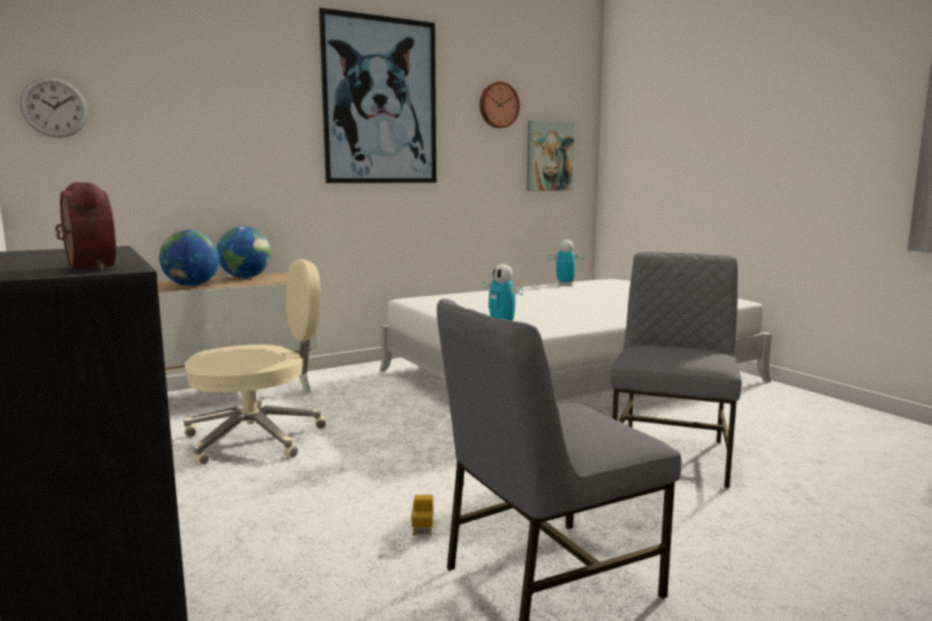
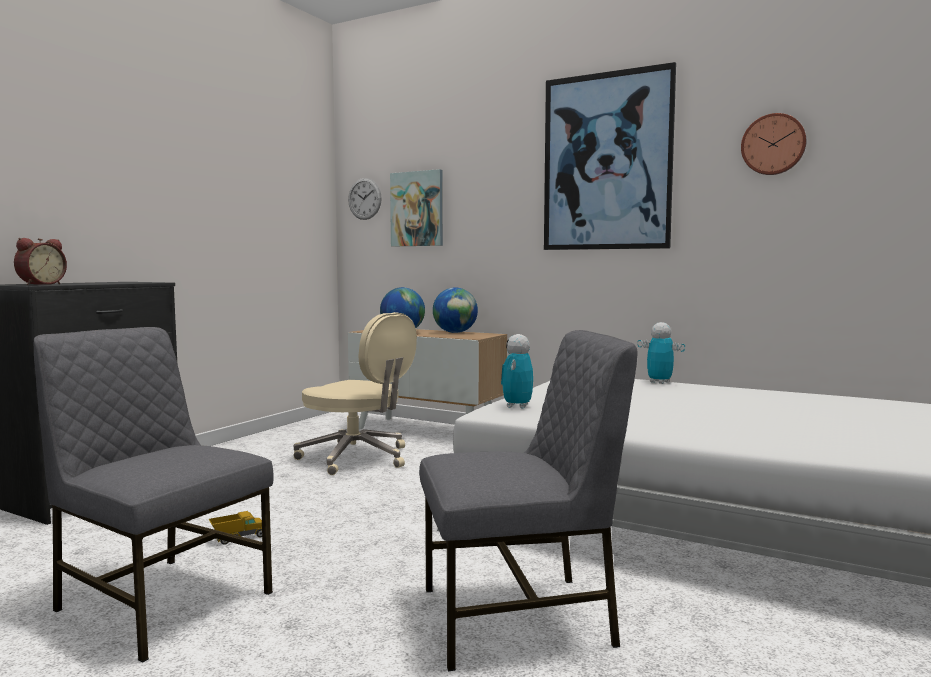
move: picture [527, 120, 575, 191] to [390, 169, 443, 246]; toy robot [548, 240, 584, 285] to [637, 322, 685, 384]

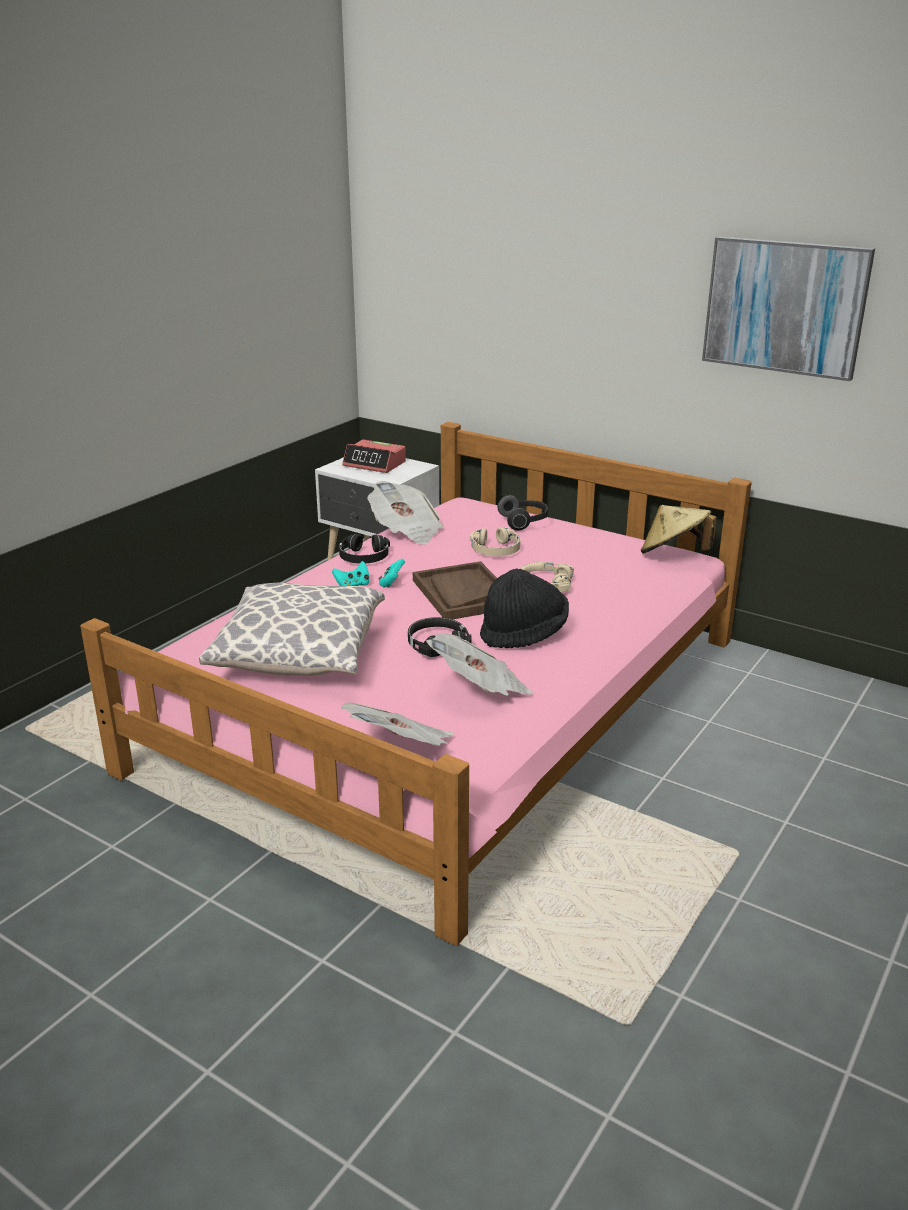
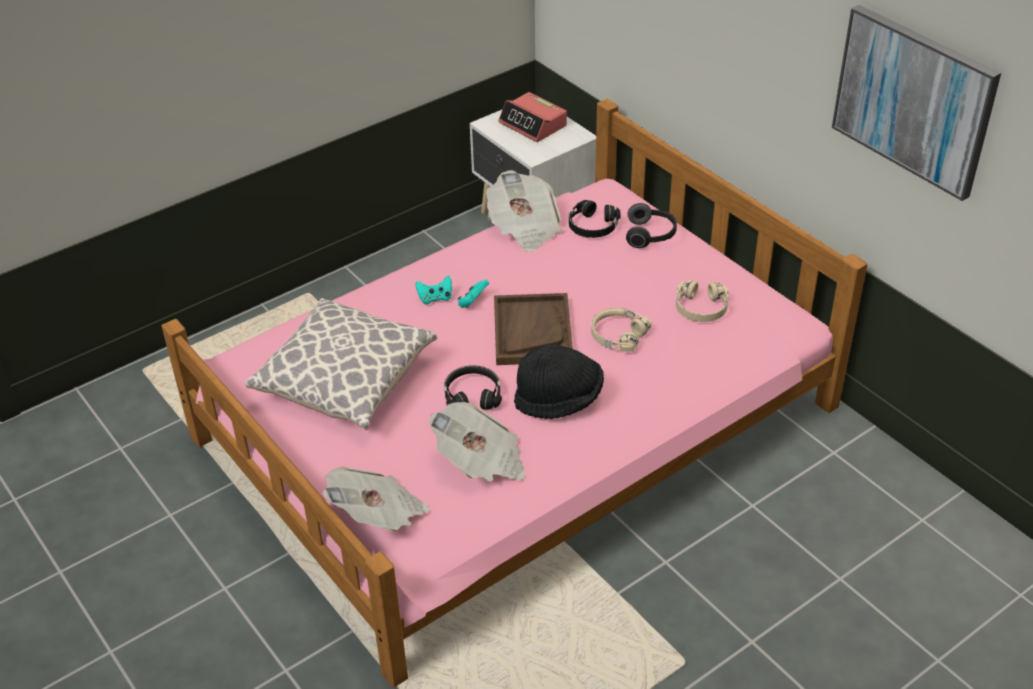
delete: hat (beige) [641, 505, 716, 554]
move: headphones (beige) [470, 527, 520, 556] to [676, 281, 728, 322]; headphones (black) [339, 534, 390, 564] to [569, 200, 621, 238]

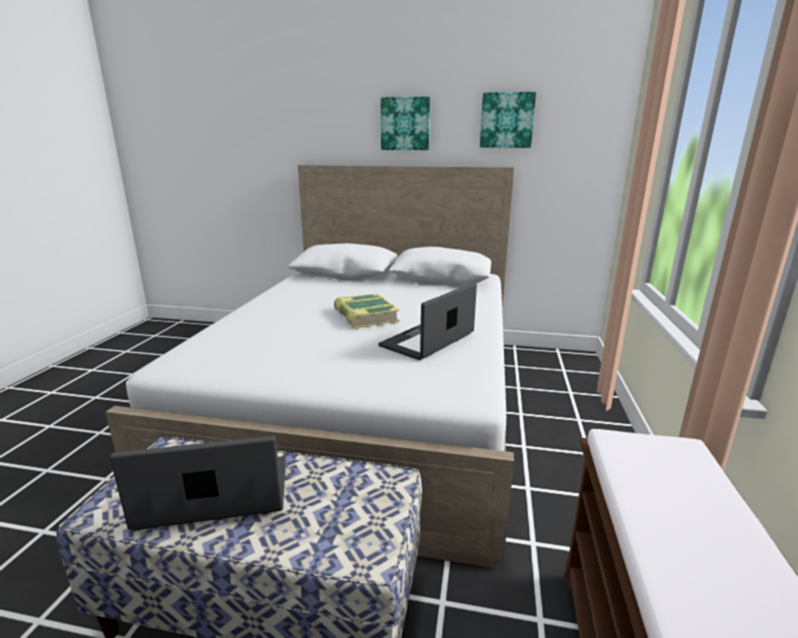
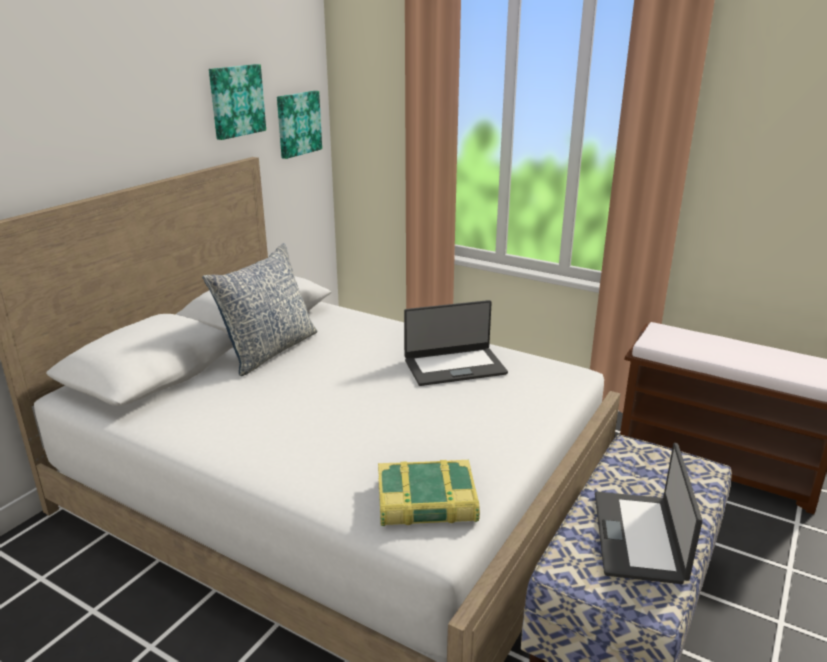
insert: pillow [202, 243, 317, 376]
move: picture [381, 97, 430, 150] to [277, 91, 322, 159]; book [334, 293, 399, 329] to [378, 460, 480, 526]
rotate: laptop [378, 283, 477, 360] = [404, 300, 508, 386] 75 degrees counterclockwise

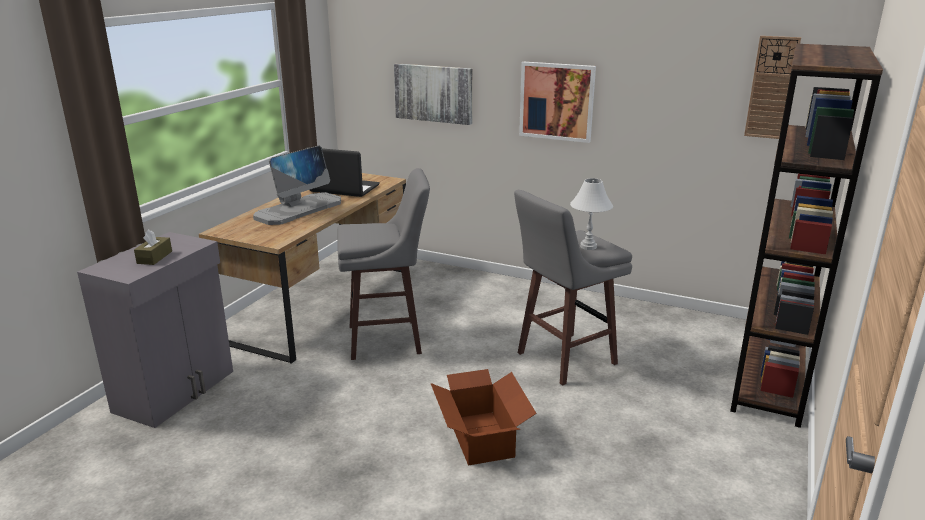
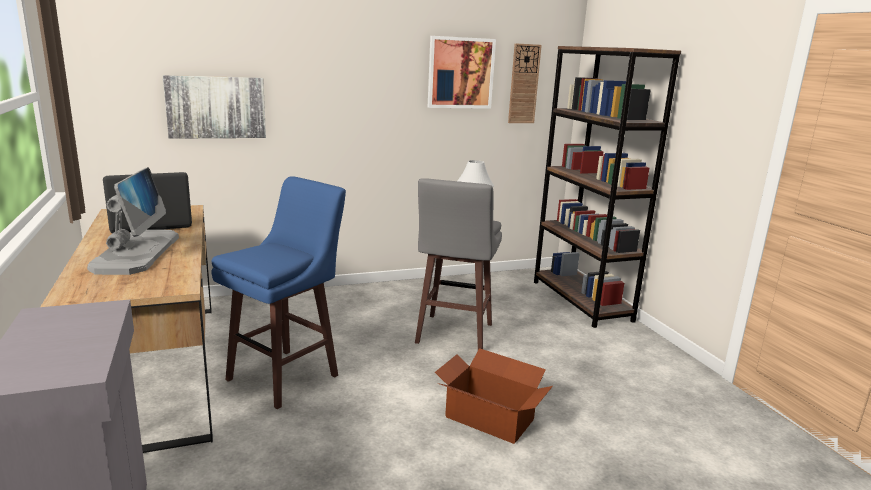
delete: tissue box (brown) [134, 229, 172, 265]
move: picture [519, 62, 596, 143] to [428, 36, 496, 109]
recolor: stool (grey) [337, 168, 430, 360] to stool (blue) [211, 176, 346, 409]

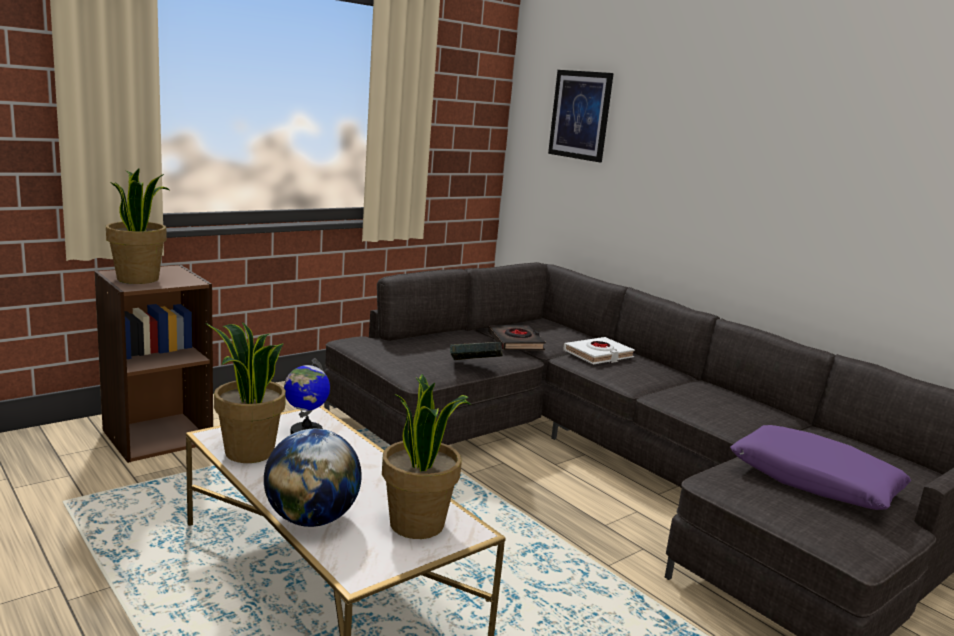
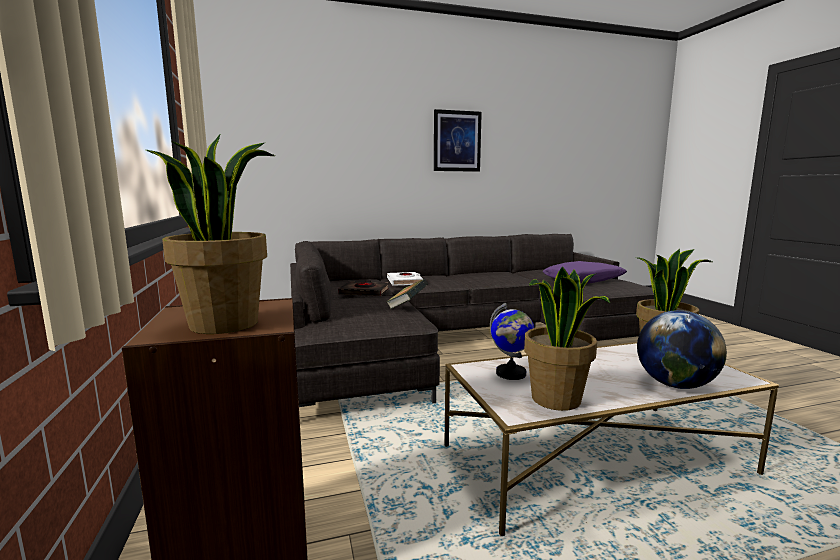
move: picture [548, 70, 614, 162] to [434, 109, 482, 172]

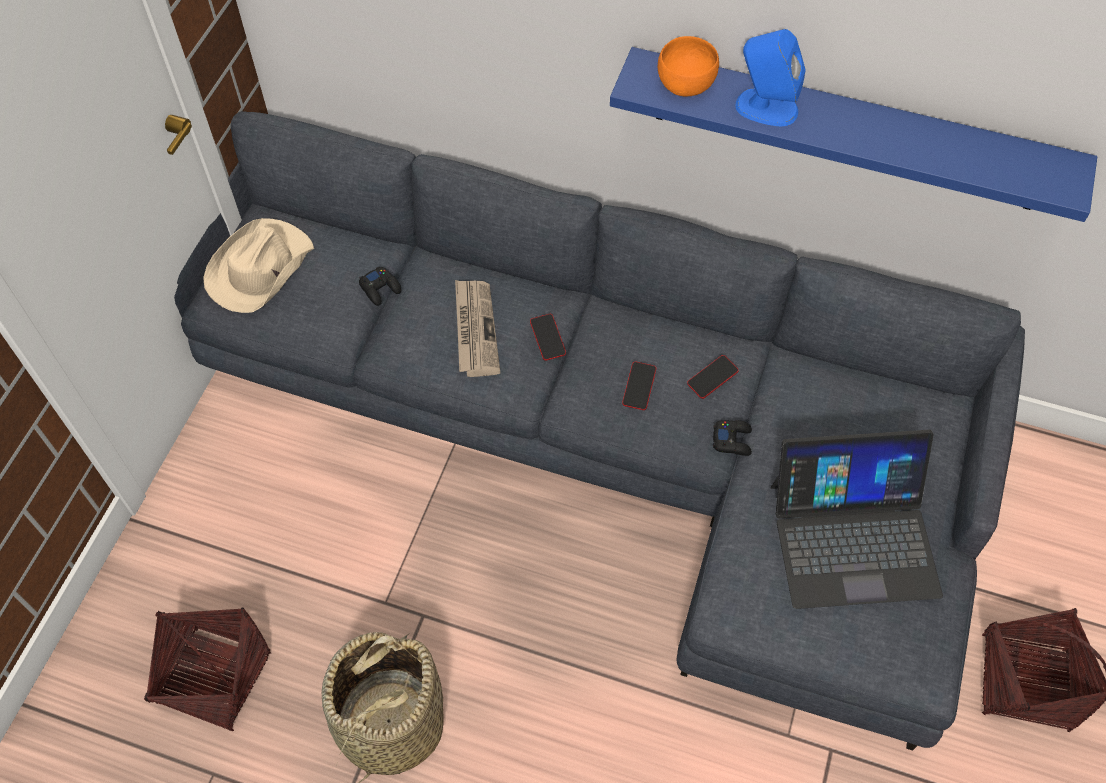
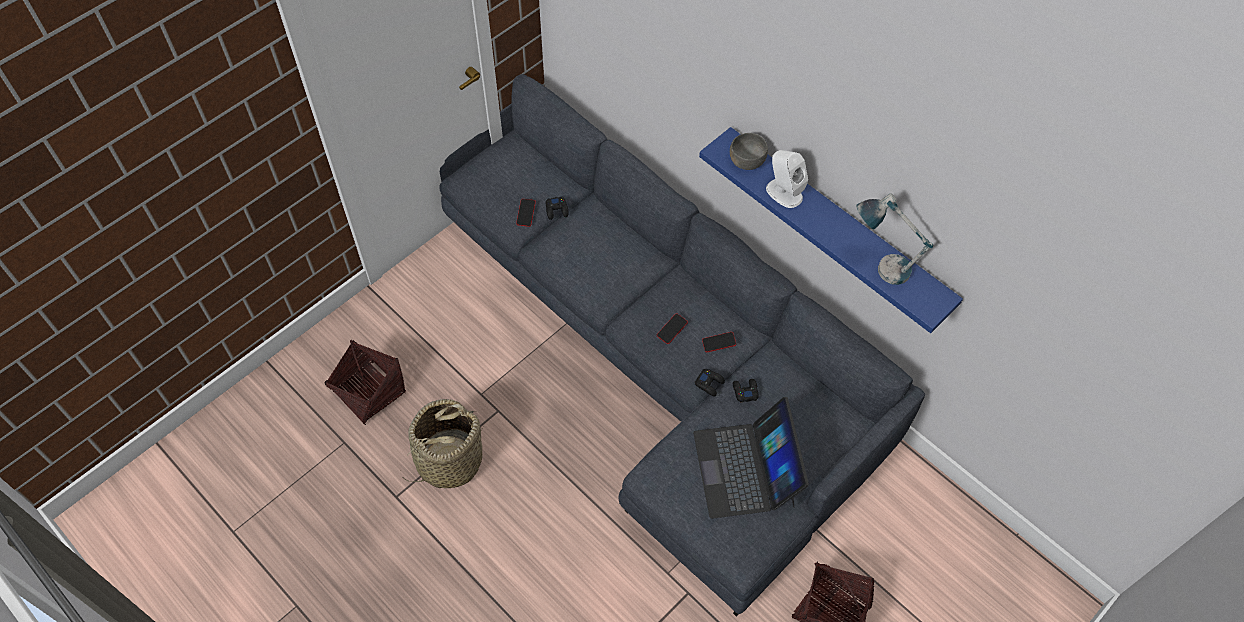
delete: hat (beige) [203, 218, 314, 313]; newspaper [455, 280, 500, 377]
insert: table lamp [856, 193, 933, 285]; game controller (black) [733, 379, 758, 402]
move: phone [530, 314, 566, 361] to [516, 199, 536, 227]
recolor: speaker (blue) [736, 29, 806, 126] to speaker (white) [766, 150, 808, 208]; bowl (orange) [658, 36, 719, 96] to bowl (grey) [730, 133, 768, 170]
rotate: laptop [771, 430, 943, 609] = [693, 397, 809, 519] 60 degrees clockwise

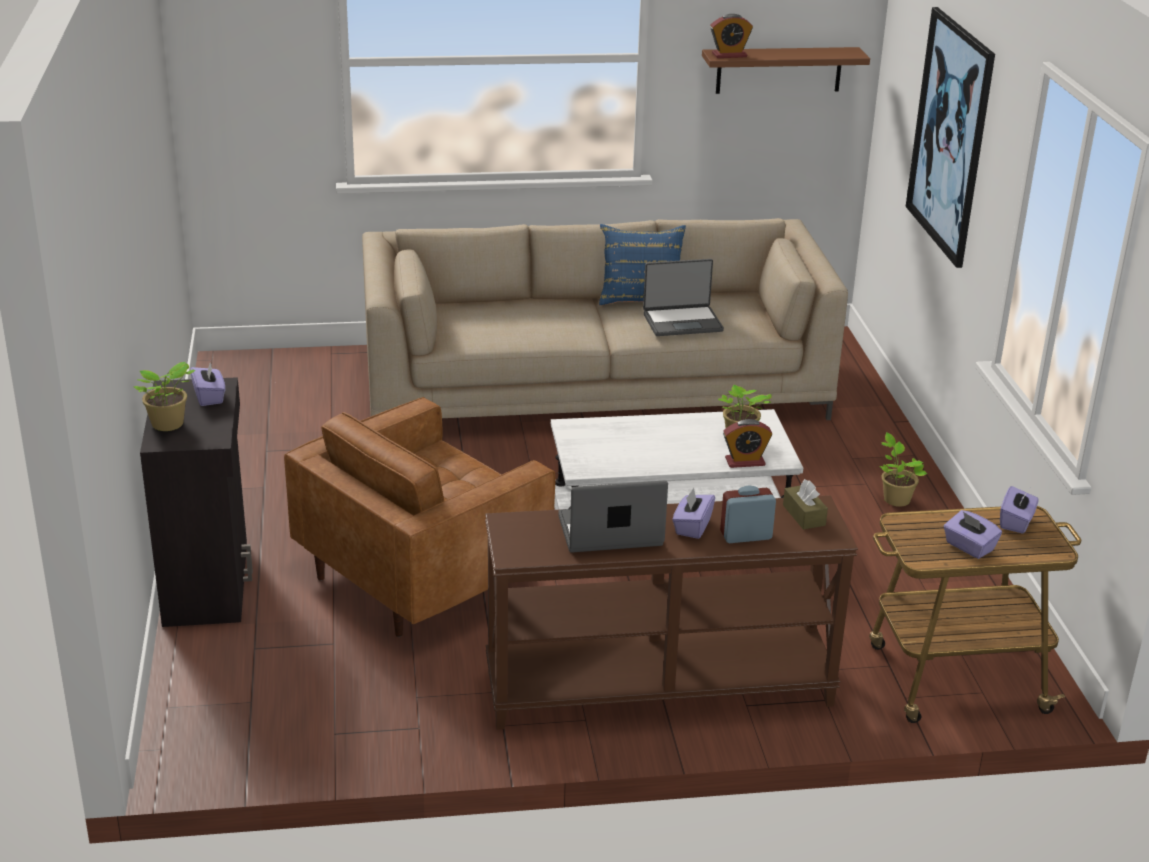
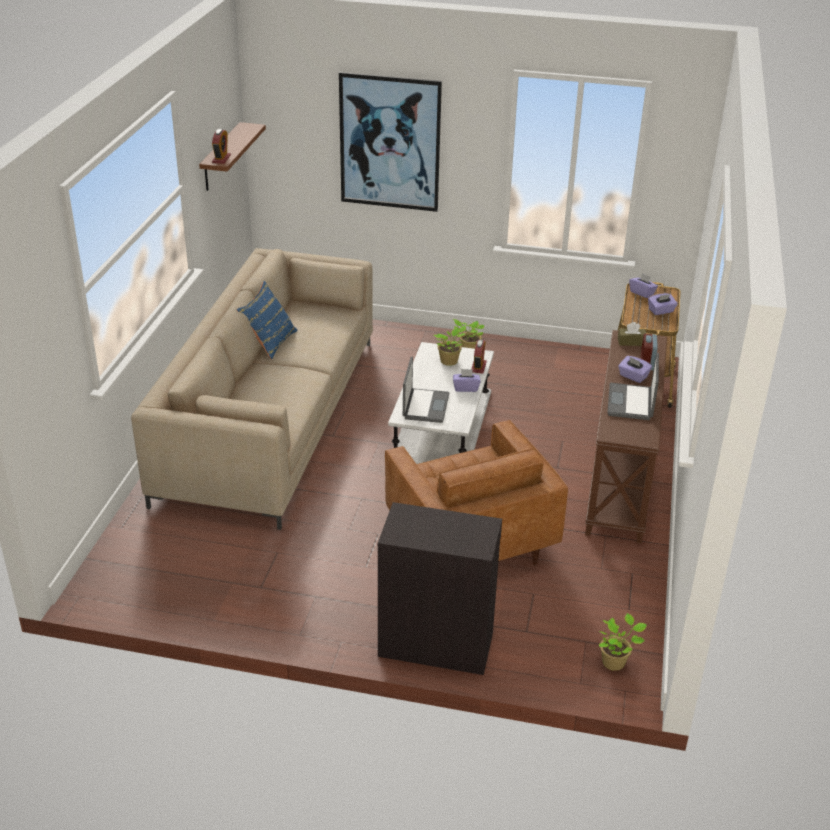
move: laptop [643, 259, 724, 336] to [403, 357, 449, 423]; tissue box (purple) [190, 361, 225, 406] to [453, 369, 481, 392]; potted plant [133, 362, 196, 431] to [599, 613, 647, 671]

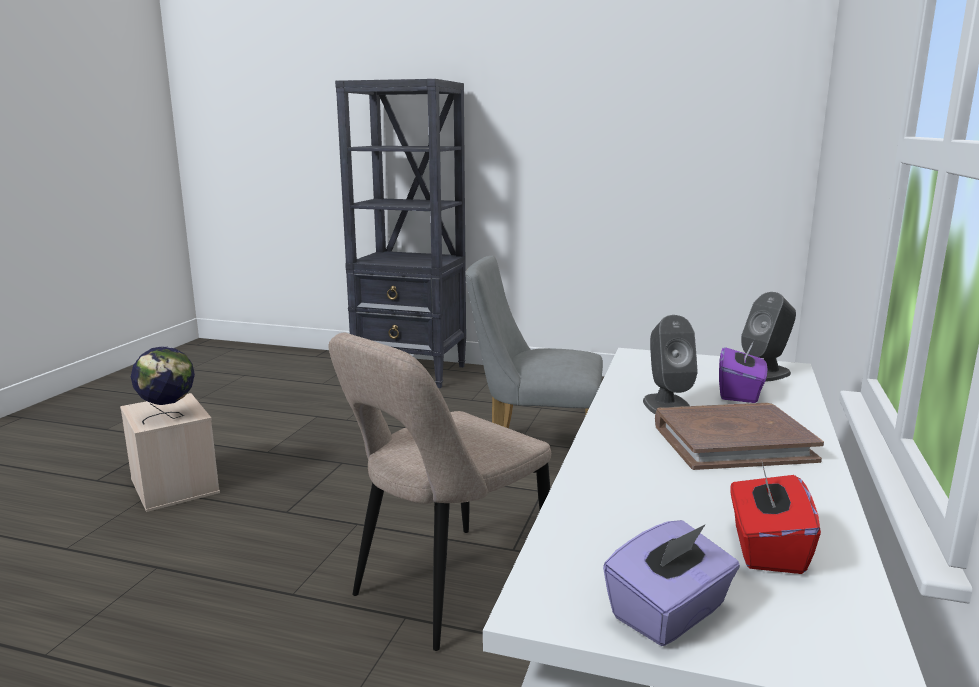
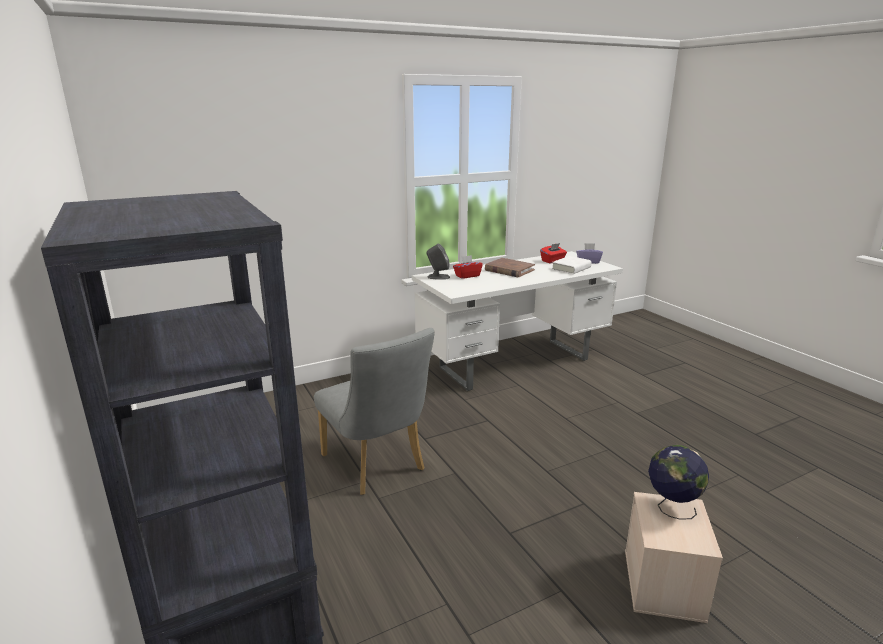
delete: speaker (grey) [643, 315, 698, 414]; chair (beige) [329, 332, 551, 651]
insert: book (white) [552, 256, 592, 274]
recolor: tissue box (purple) [719, 340, 767, 403] to tissue box (red) [453, 255, 483, 279]

